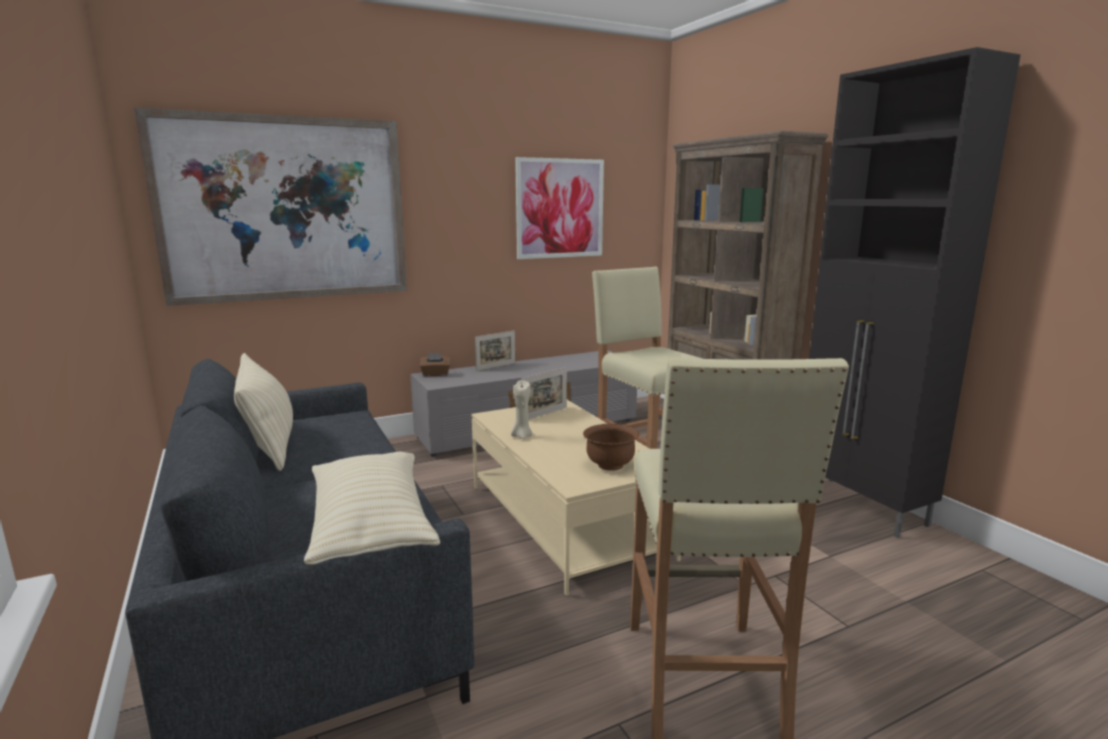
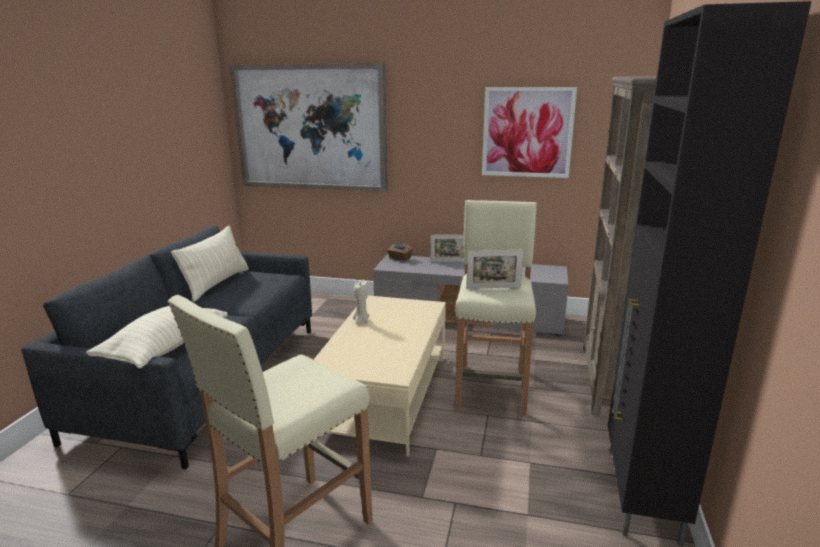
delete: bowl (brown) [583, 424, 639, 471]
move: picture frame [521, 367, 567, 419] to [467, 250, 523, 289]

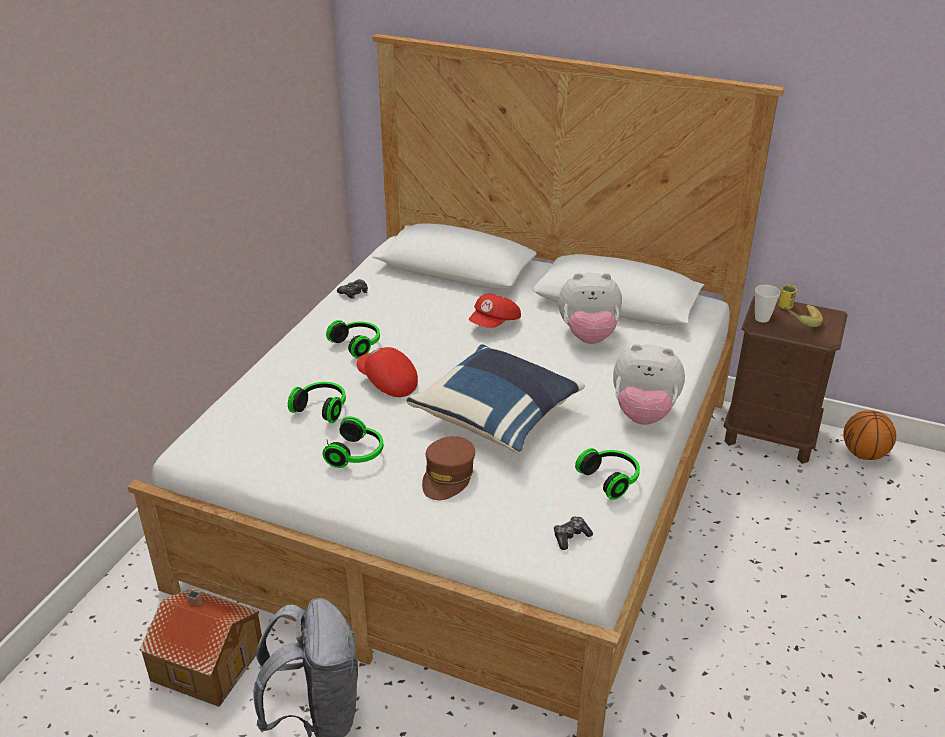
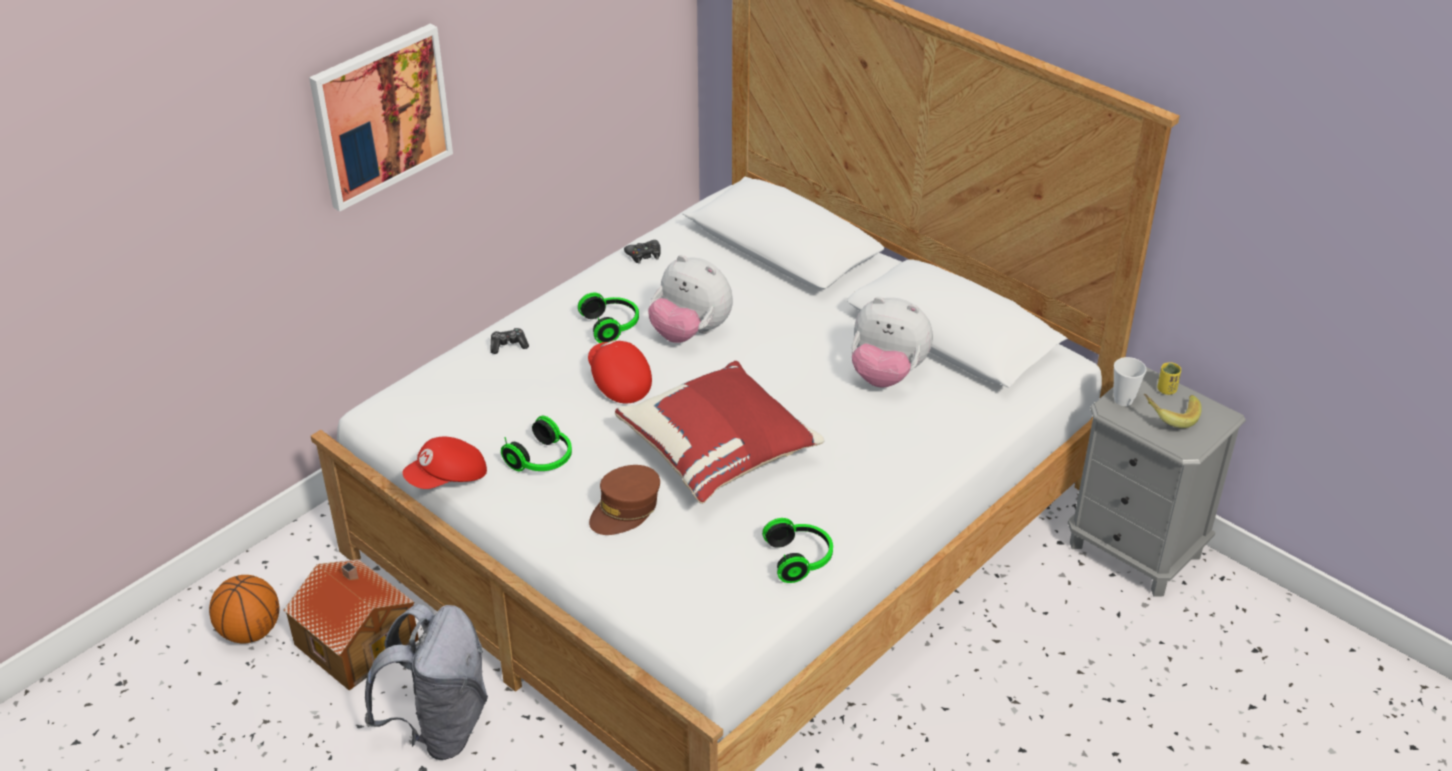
delete: headphones [288, 382, 346, 423]
insert: picture [309, 24, 453, 211]
move: cap (red) [469, 294, 521, 328] to [402, 437, 487, 489]; plush toy [613, 344, 685, 425] to [648, 255, 733, 343]; basketball [843, 410, 896, 460] to [209, 575, 280, 644]; game controller [554, 516, 593, 550] to [490, 328, 529, 354]
recolor: nightstand (brown) [724, 296, 848, 464] to nightstand (grey) [1068, 367, 1246, 597]; pillow (blue) [407, 344, 585, 453] to pillow (red) [615, 361, 825, 504]

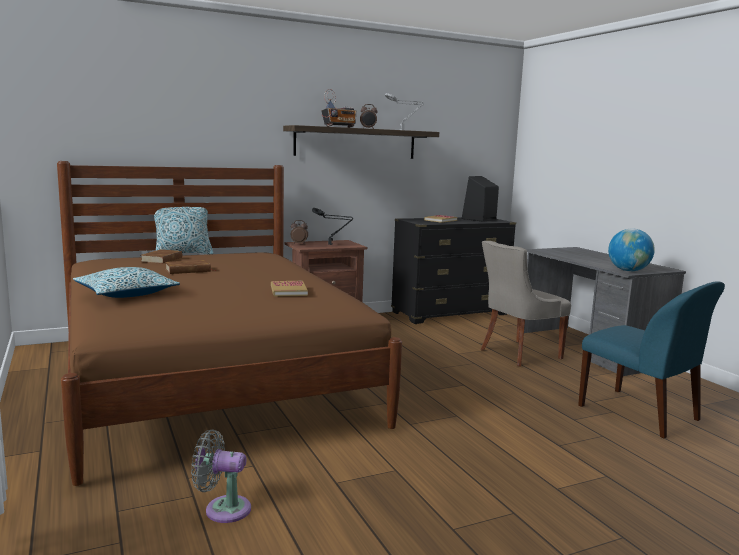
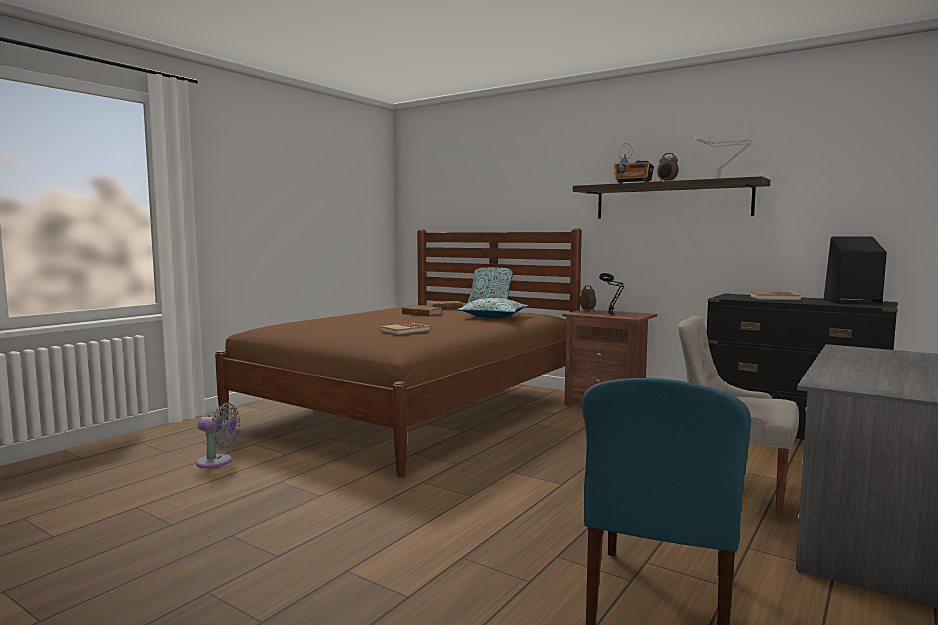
delete: globe [608, 228, 655, 271]
move: pillow [73, 267, 180, 298] to [457, 298, 528, 318]
rotate: fan (grey) [191, 429, 251, 523] = [196, 403, 240, 468] 120 degrees clockwise

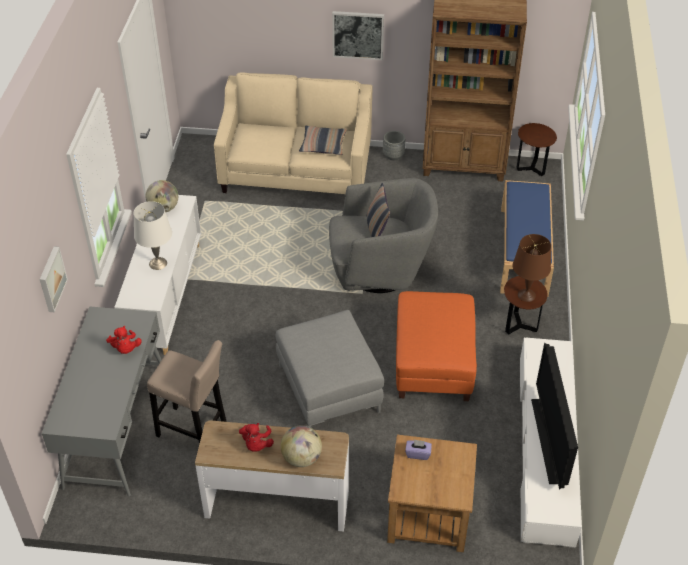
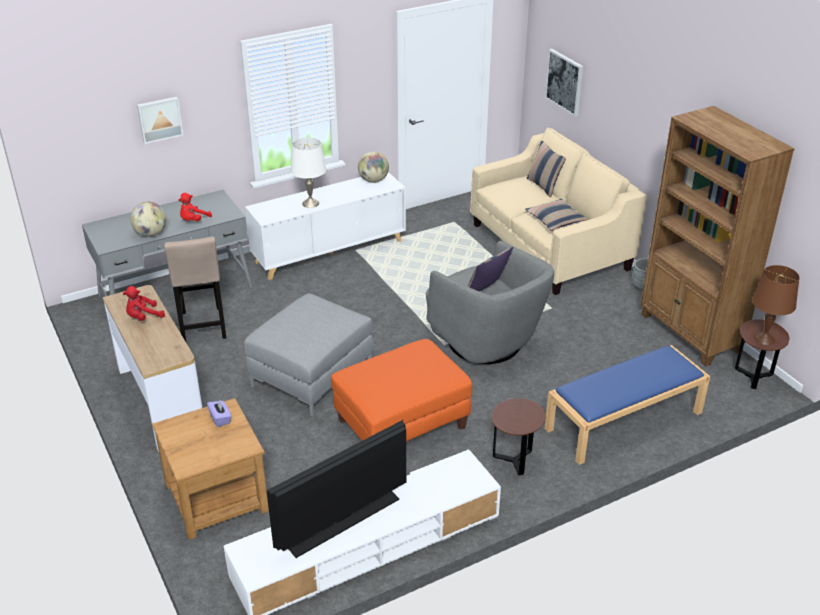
insert: pillow [527, 141, 566, 197]
move: picture [332, 11, 384, 60] to [545, 49, 583, 116]; table lamp (brown) [512, 234, 551, 302] to [752, 265, 799, 345]; globe [281, 425, 322, 467] to [130, 202, 166, 237]

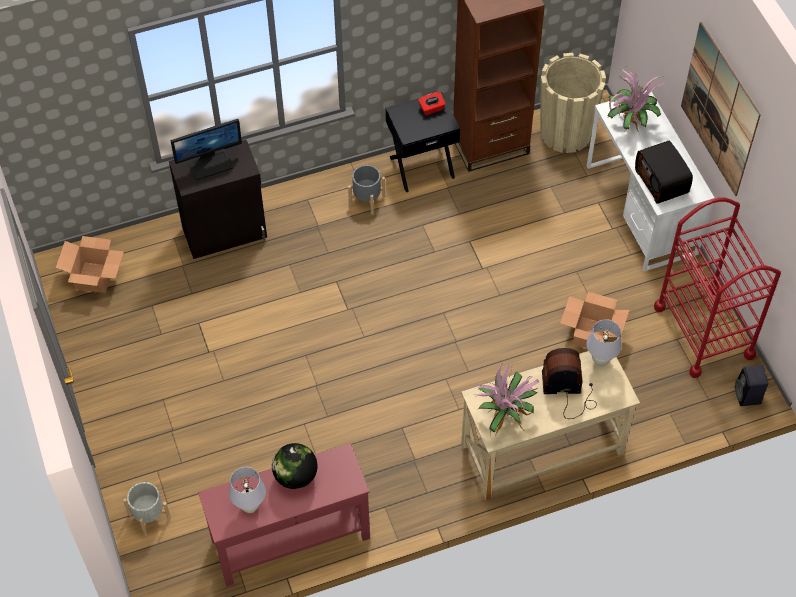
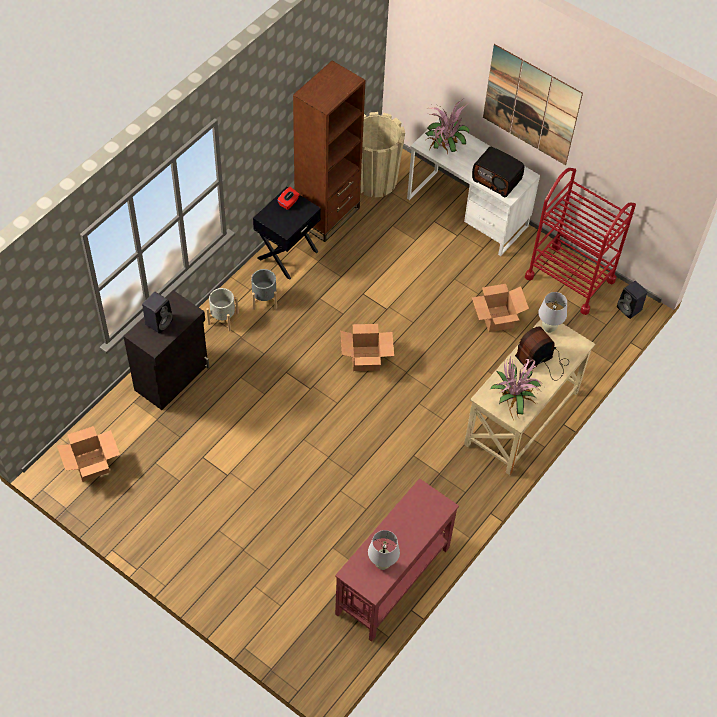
delete: globe [272, 443, 318, 489]
insert: cardboard box [341, 324, 394, 371]
move: planter (grey) [123, 482, 171, 536] to [206, 288, 239, 331]
replace: monitor [171, 119, 242, 180] to speaker (black) [142, 292, 173, 334]

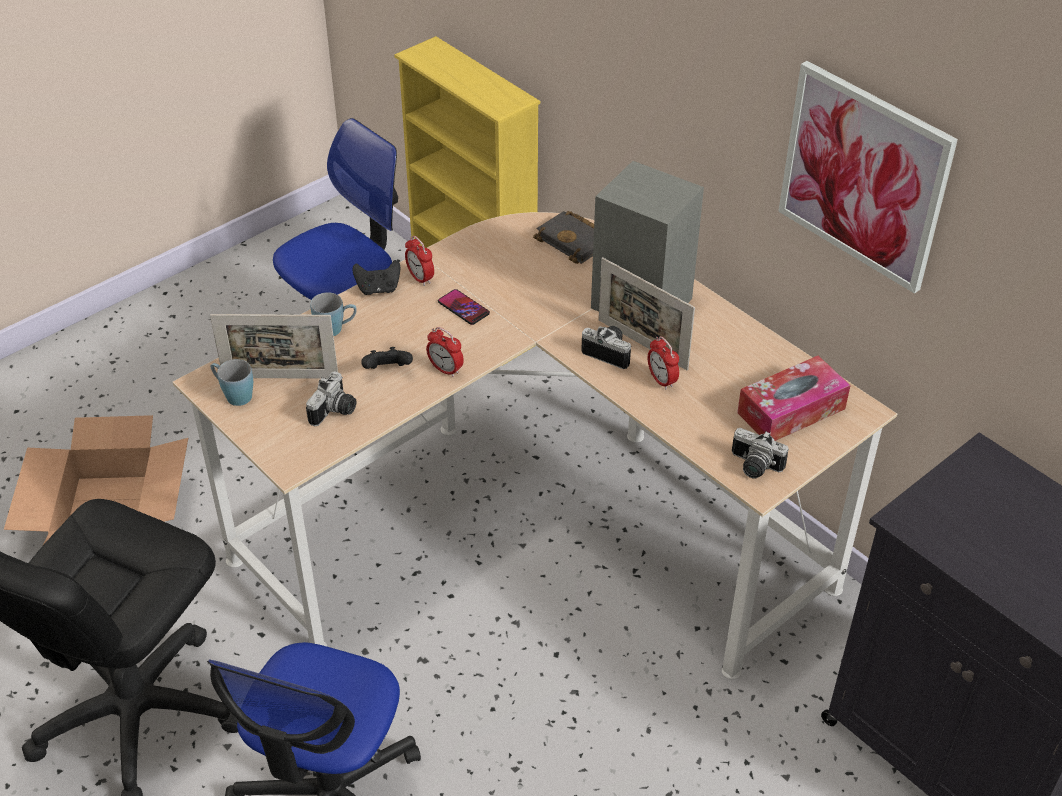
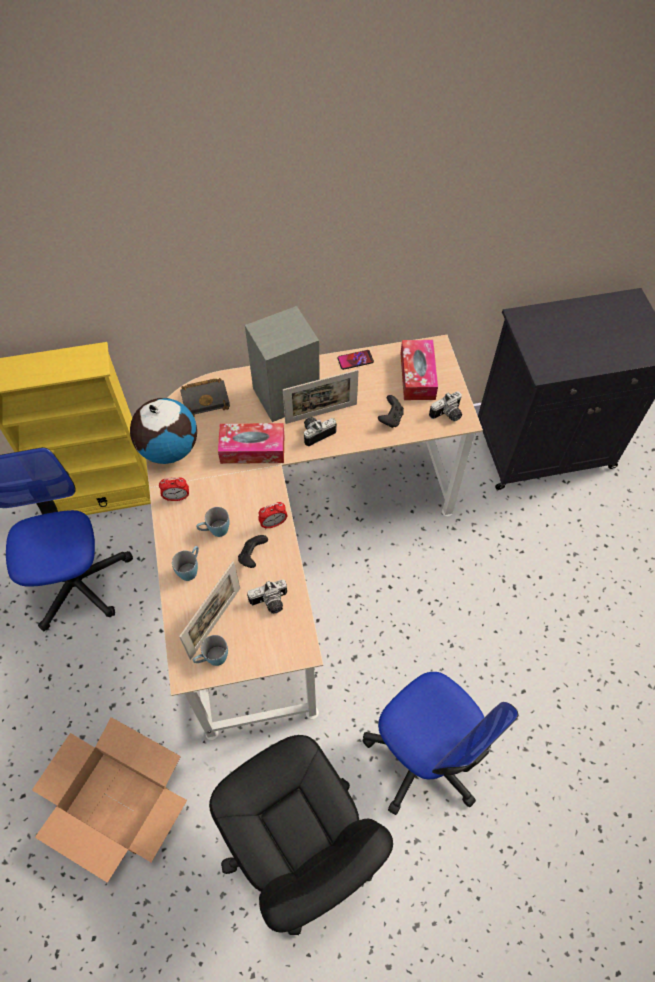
delete: picture [778, 61, 958, 294]; alarm clock [648, 336, 679, 390]
insert: globe [130, 398, 197, 464]; tissue box [218, 423, 284, 464]; mug (blue) [196, 507, 230, 537]
move: game controller (black) [352, 260, 400, 295] to [378, 395, 404, 428]; phone [438, 289, 490, 325] to [337, 350, 374, 370]
rotate: photo camera [306, 372, 356, 426] = [247, 579, 287, 614] 105 degrees clockwise

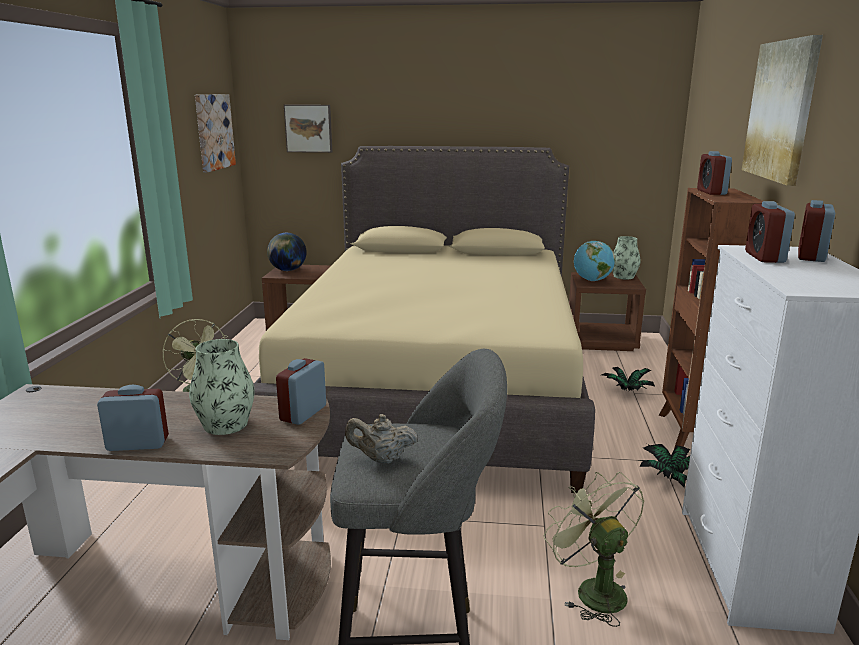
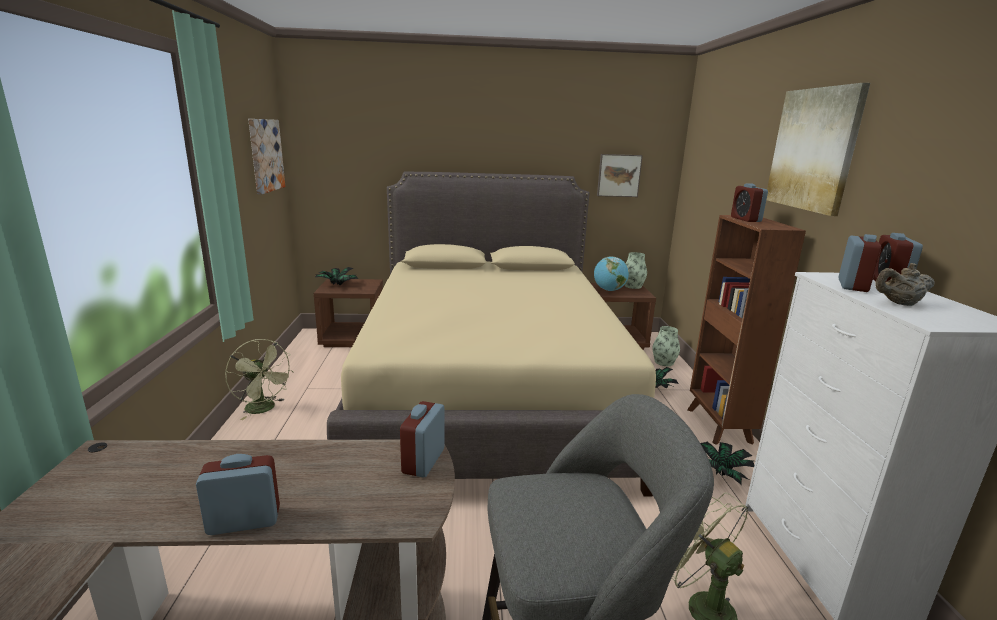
move: picture [284, 105, 332, 153] to [597, 154, 643, 197]; vase [189, 339, 255, 435] to [652, 326, 680, 366]; teapot (beige) [345, 414, 418, 463] to [875, 263, 935, 306]
replace: globe [267, 233, 307, 271] to potted plant [315, 267, 358, 285]
rotate: alarm clock [745, 201, 795, 263] = [838, 234, 881, 292] 150 degrees counterclockwise

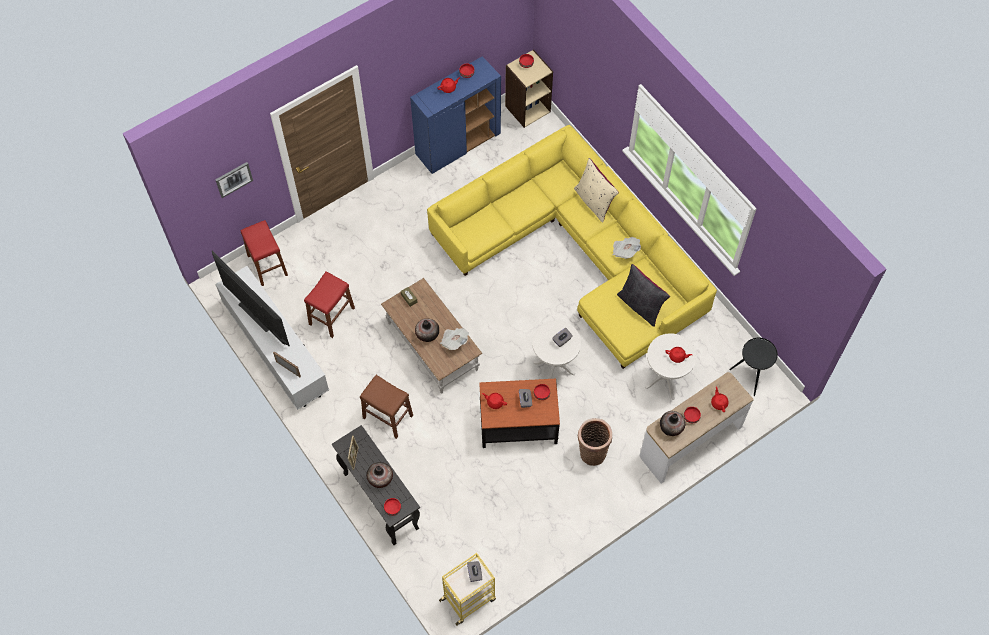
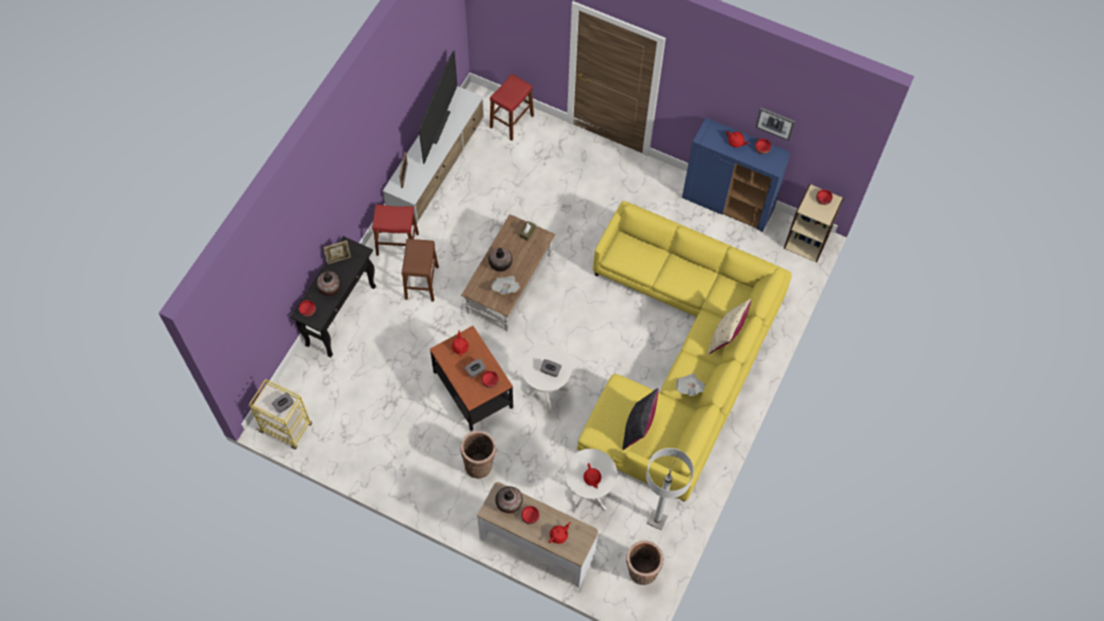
insert: floor lamp (white) [646, 448, 694, 530]
move: picture [215, 162, 253, 198] to [755, 107, 795, 141]; stool (red) [304, 272, 355, 338] to [372, 204, 419, 256]
replace: side table (black) [729, 338, 778, 396] to basket [626, 540, 664, 585]

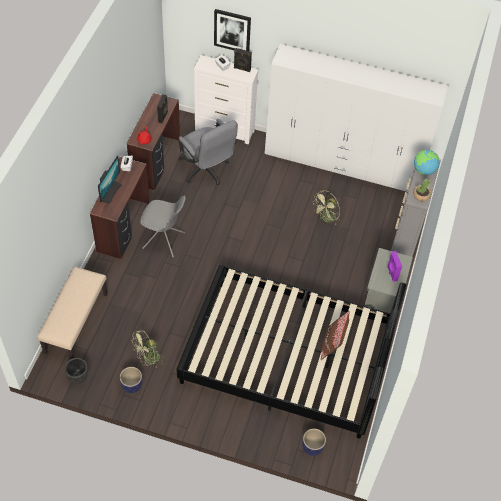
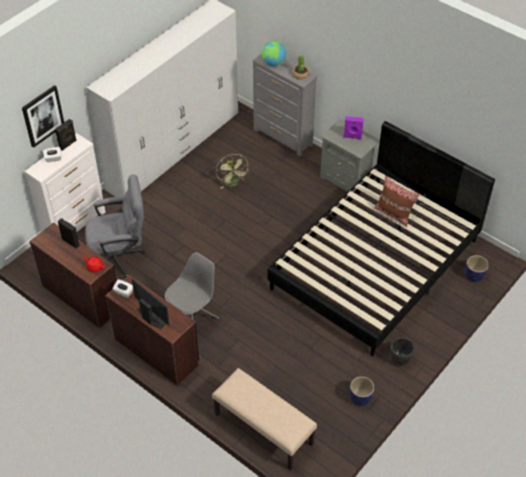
delete: fan (green) [132, 330, 164, 368]
move: planter (black) [65, 358, 88, 384] to [390, 337, 415, 365]

